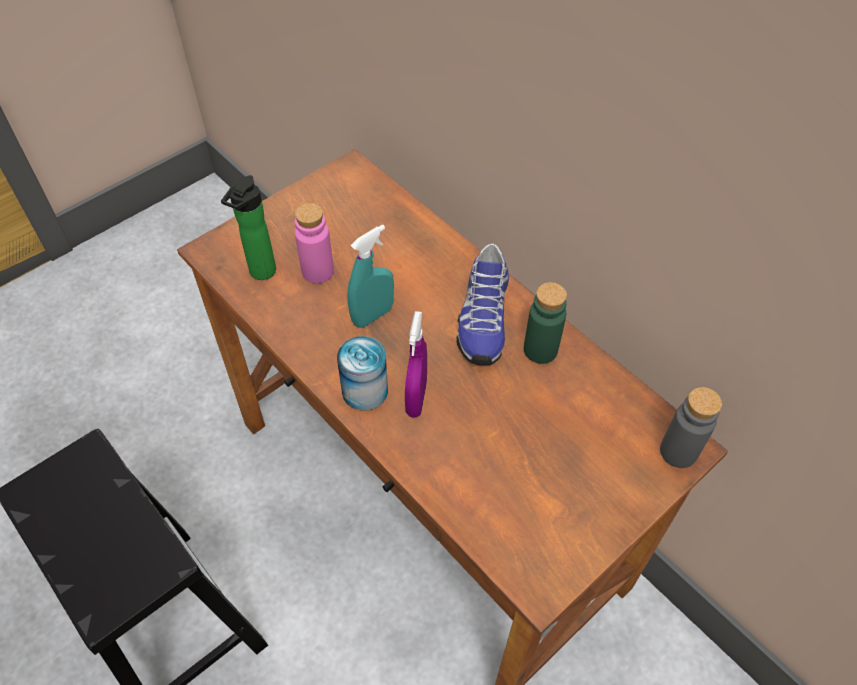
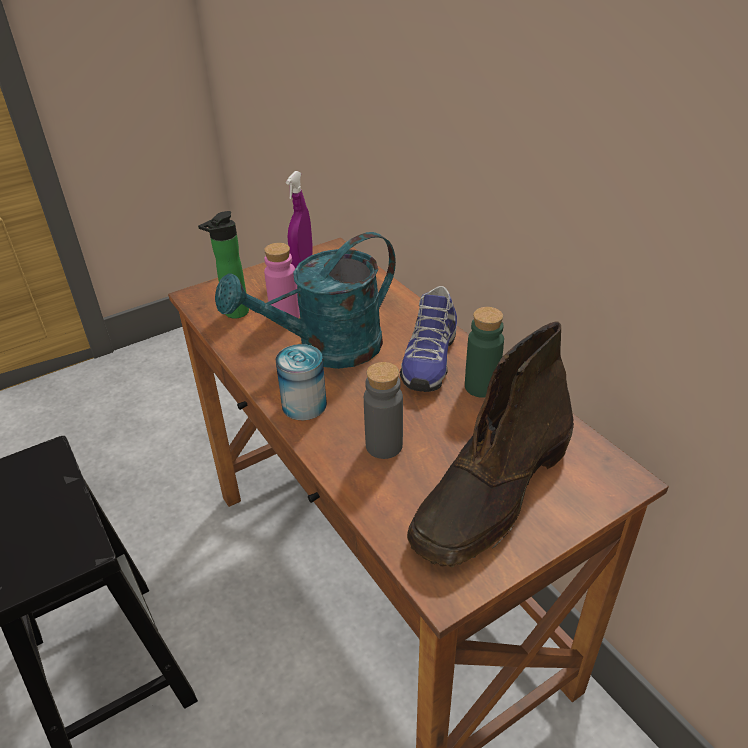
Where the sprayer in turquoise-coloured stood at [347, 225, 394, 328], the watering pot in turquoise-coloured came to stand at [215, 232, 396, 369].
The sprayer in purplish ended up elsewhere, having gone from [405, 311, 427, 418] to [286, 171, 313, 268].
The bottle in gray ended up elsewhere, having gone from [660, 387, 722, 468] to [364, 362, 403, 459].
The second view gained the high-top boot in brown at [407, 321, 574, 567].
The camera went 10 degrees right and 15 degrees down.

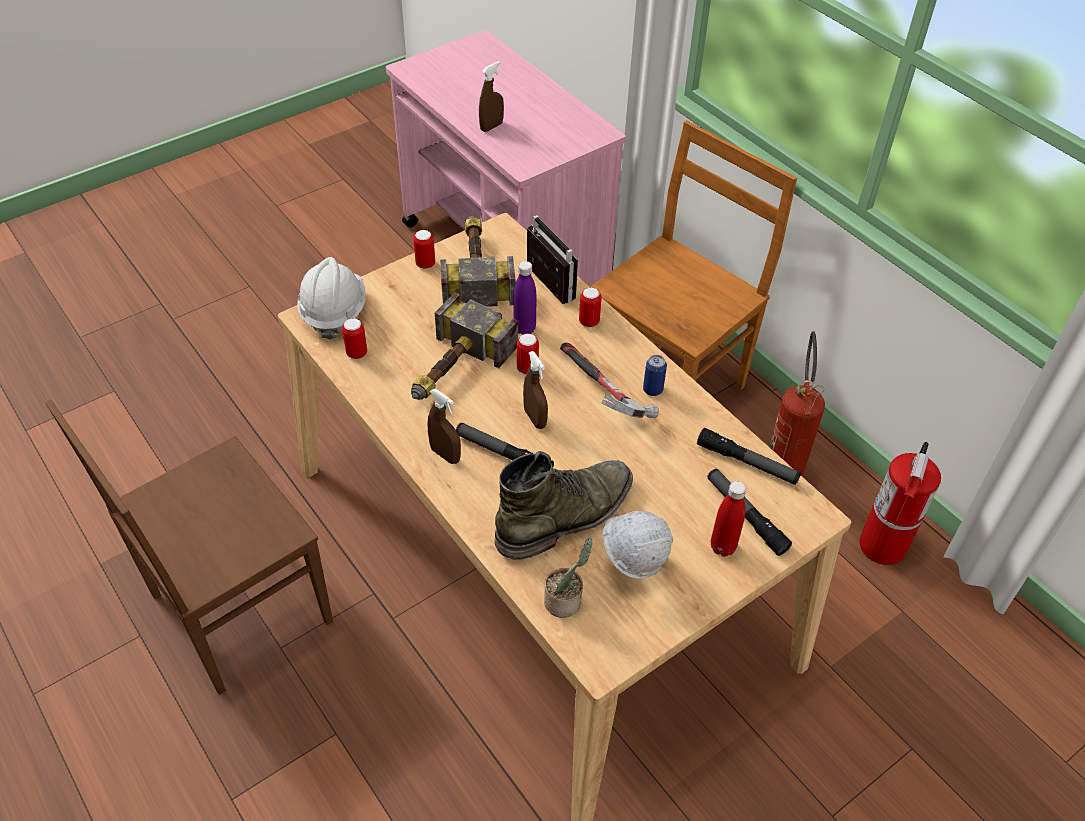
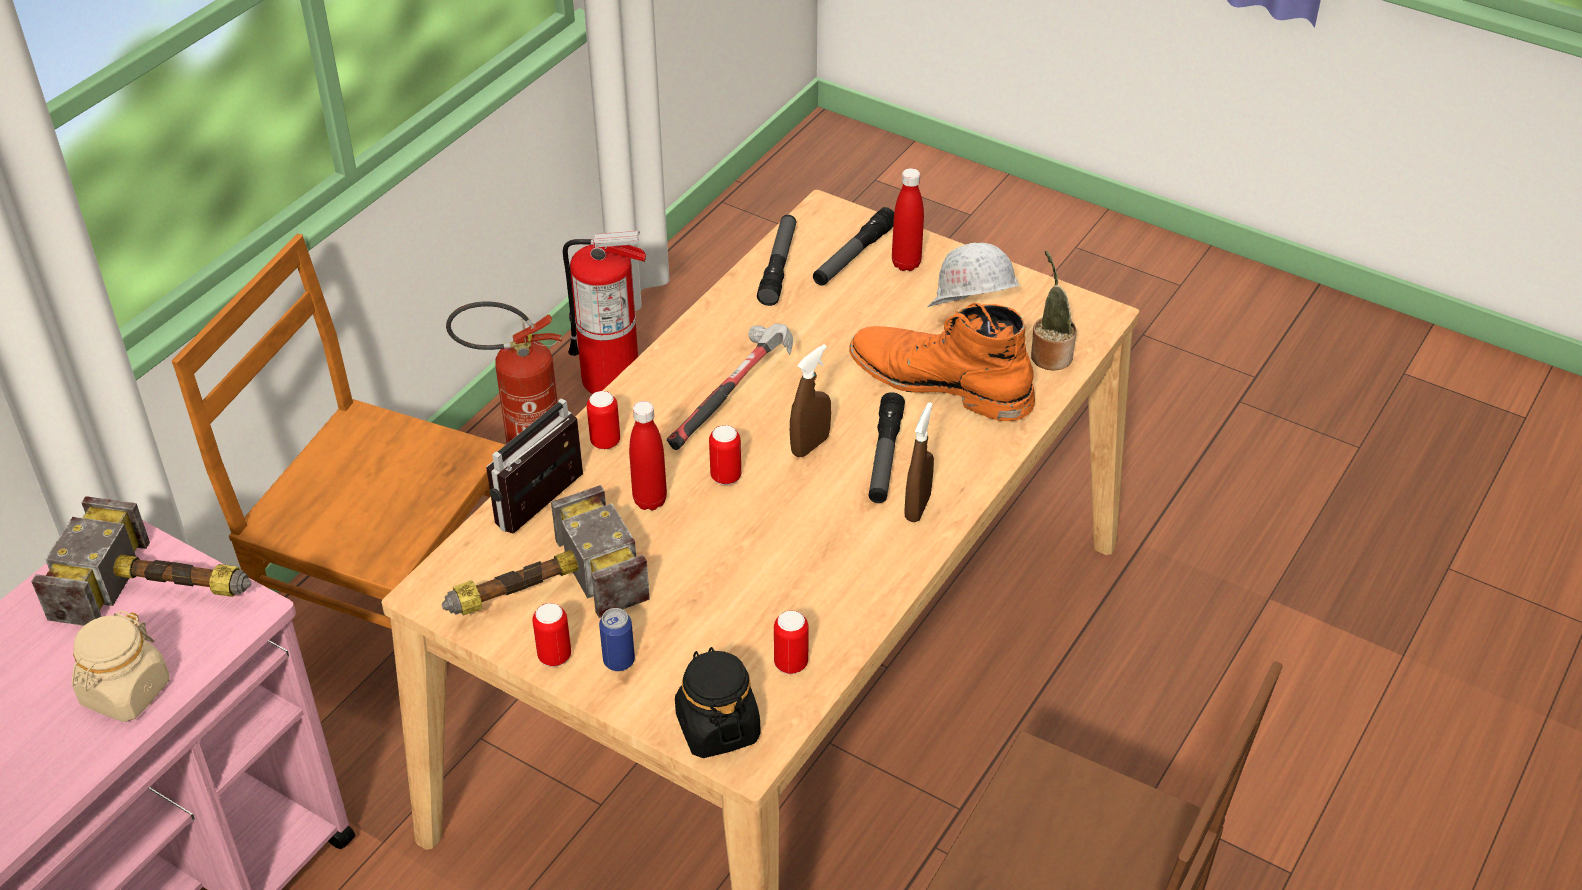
Where the hard hat in white stood at [297, 257, 365, 340], the preserve jar in black-coloured came to stand at [675, 647, 761, 758].
The hand hammer ended up elsewhere, having gone from [411, 293, 518, 400] to [31, 496, 251, 626].
Where the sprayer in brown stood at [479, 61, 504, 132], the preserve jar in sand-coloured came to stand at [72, 610, 170, 722].
What was the high-top boot in green-coloured at [495, 451, 633, 560] turned into the high-top boot in orangey at [849, 303, 1035, 421].
What was the bottle in purplish at [513, 261, 536, 335] turned into the bottle in reddish at [629, 401, 667, 511].
The metal can ended up elsewhere, having gone from [643, 355, 667, 396] to [599, 608, 635, 671].
The camera went 110 degrees left and 5 degrees down.

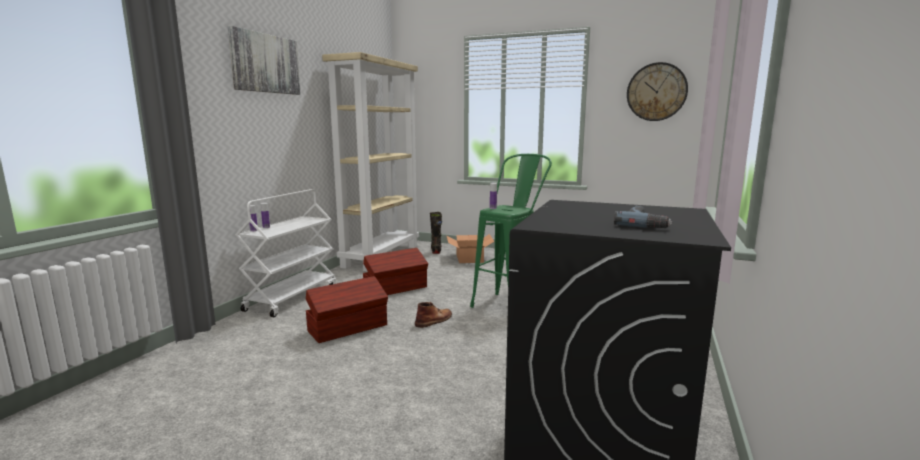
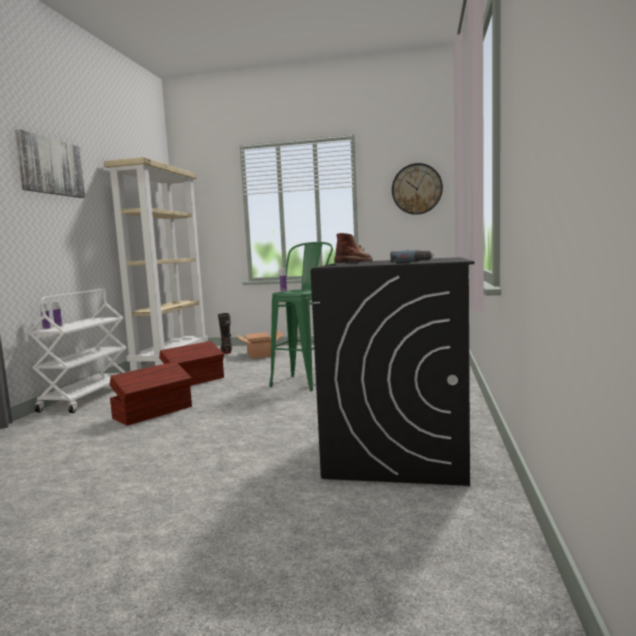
The high-top boot in brown ended up elsewhere, having gone from [415, 302, 452, 328] to [334, 233, 373, 263].
The camera went 10 degrees left and 5 degrees down.

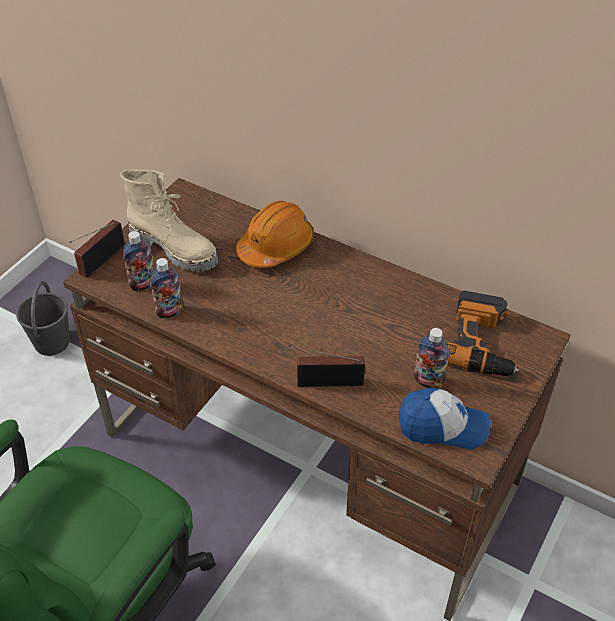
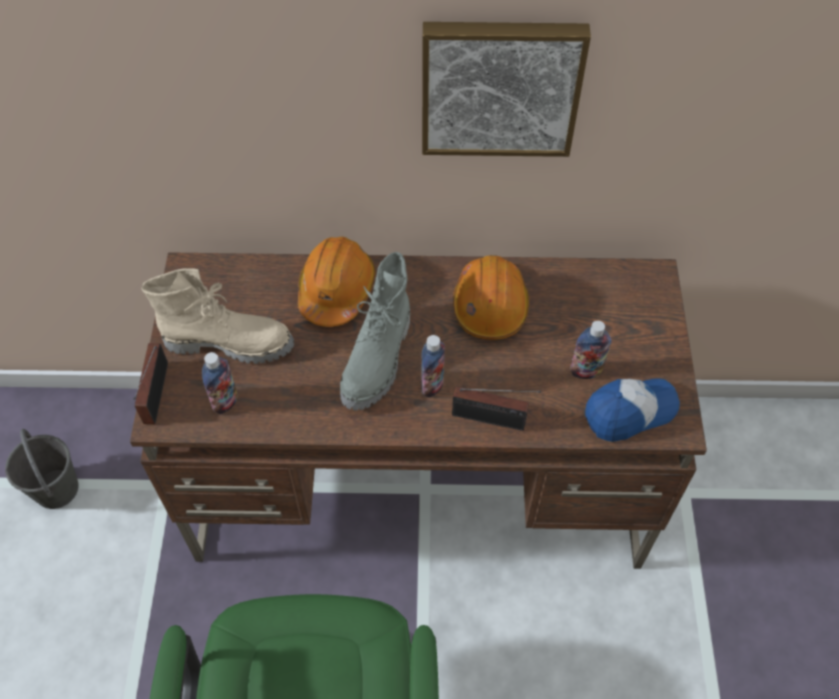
The bottle ended up elsewhere, having gone from [150, 258, 183, 318] to [421, 335, 445, 398].
The radio receiver at [289, 346, 365, 387] ended up facing another way, 135 degrees counterclockwise from before.
The second view lost the electric drill at [447, 291, 519, 376].
The second view gained the high-top boot in gray at [340, 252, 410, 410].
The second view gained the picture at [422, 22, 591, 157].
The second view gained the hard hat in orangey at [453, 255, 529, 340].
The camera went 30 degrees left and 10 degrees up.

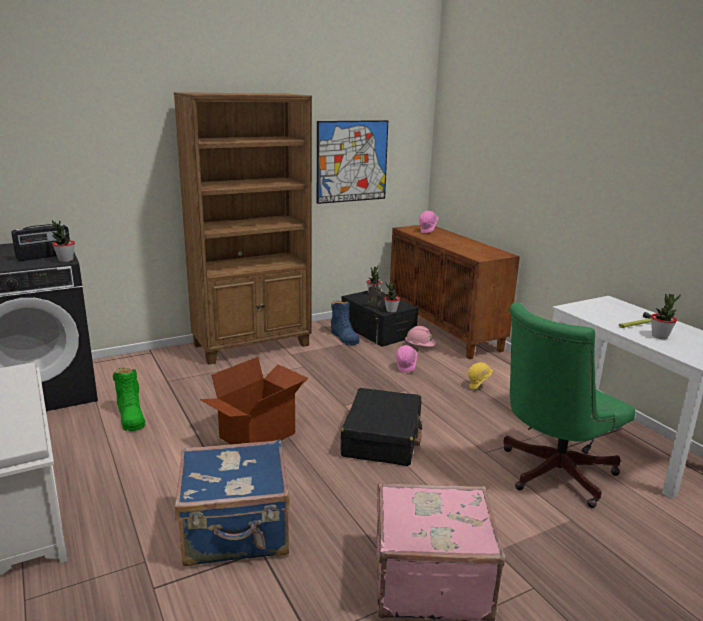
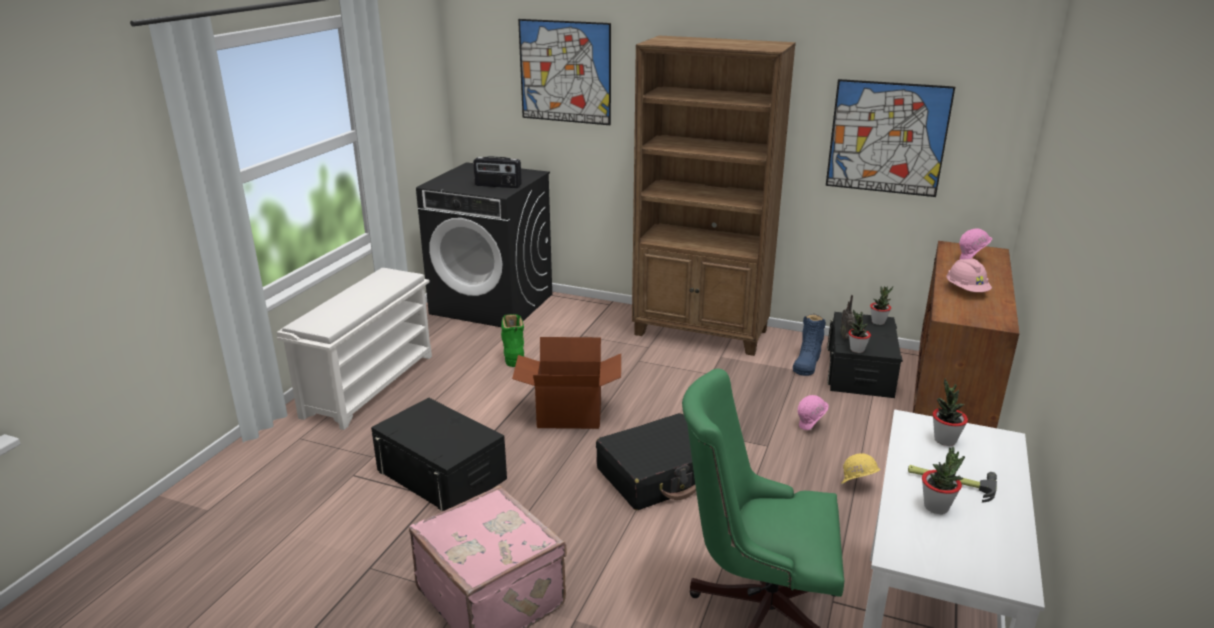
The potted plant ended up elsewhere, having gone from [52, 220, 75, 262] to [933, 379, 968, 446].
The high-top boot in green-coloured at [113, 368, 145, 431] ended up facing another way, 150 degrees clockwise from before.
Where the suitcase in blue stood at [175, 439, 290, 567], the storage box in black-coloured came to stand at [371, 398, 507, 511].
The hard hat in pink ended up elsewhere, having gone from [405, 326, 436, 347] to [946, 258, 992, 292].
The second view gained the picture at [518, 19, 611, 125].
The camera went 50 degrees right and 5 degrees up.

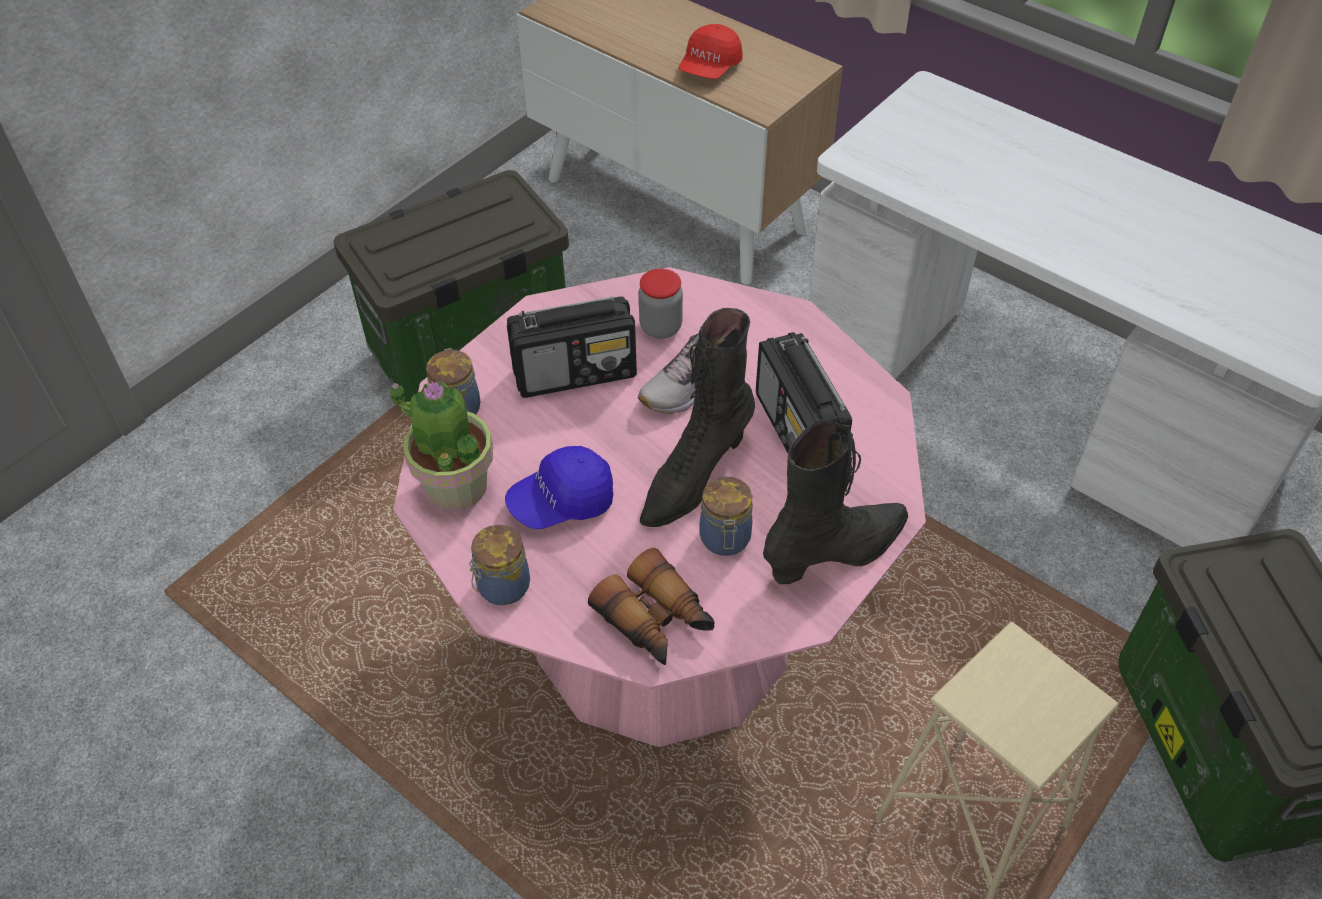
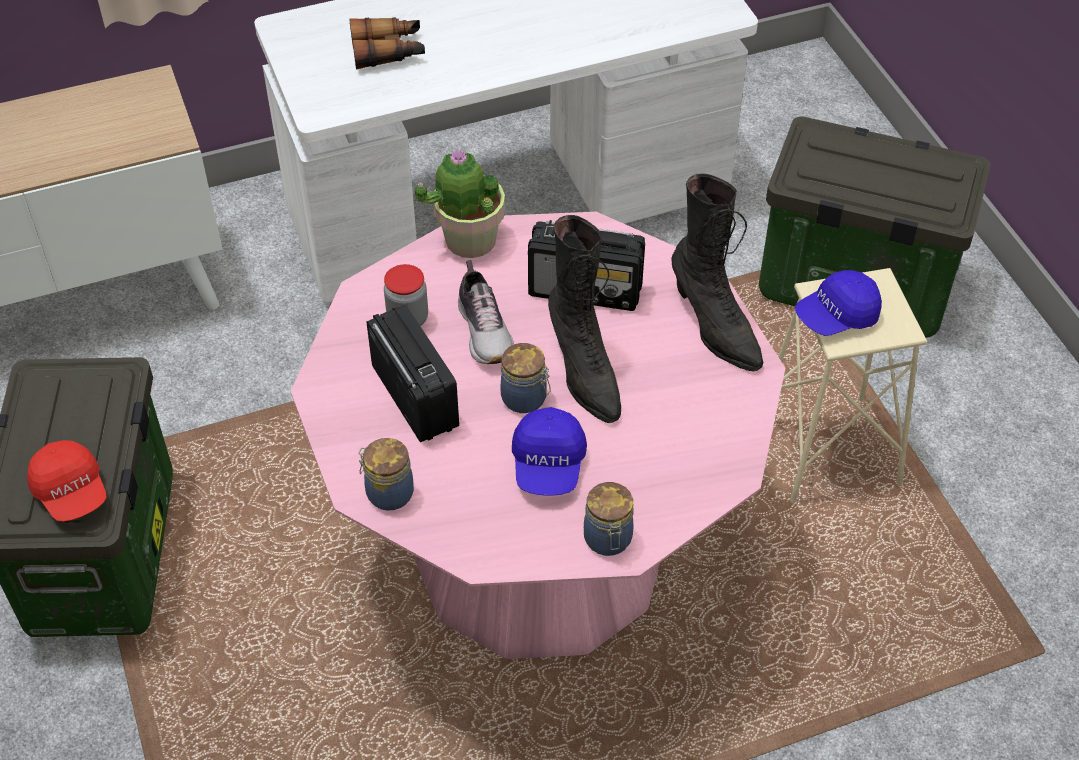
The potted plant ended up elsewhere, having gone from [390, 380, 493, 510] to [415, 150, 505, 258].
The radio receiver at [507, 296, 637, 398] ended up facing another way, 45 degrees counterclockwise from before.
The pair of binoculars ended up elsewhere, having gone from [588, 548, 714, 665] to [349, 17, 425, 70].
The peaked cap in reddish ended up elsewhere, having gone from [679, 24, 743, 79] to [27, 440, 107, 522].
The preserve jar ended up elsewhere, having gone from [699, 477, 753, 556] to [500, 343, 551, 413].
The high-top boot in black-coloured at [763, 420, 908, 584] ended up facing another way, 150 degrees clockwise from before.
The second view gained the peaked cap in blue at [795, 270, 882, 336].
The camera went 60 degrees left and 0 degrees up.

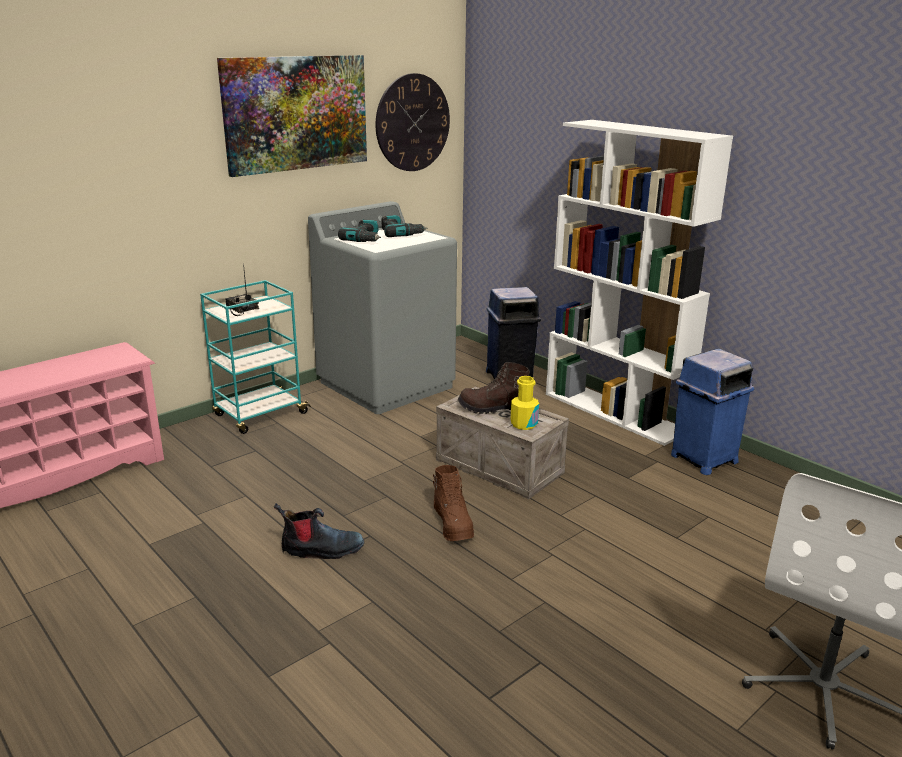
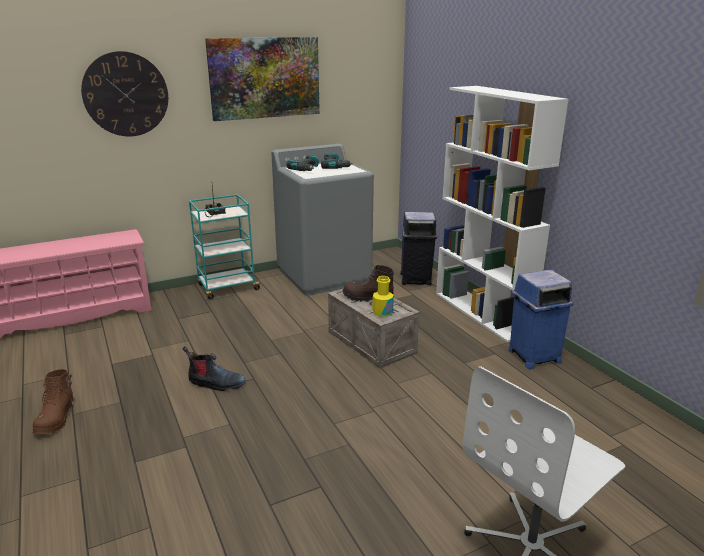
The hanging clock ended up elsewhere, having gone from [375, 73, 450, 171] to [81, 51, 168, 136].
The high-top boot in brown ended up elsewhere, having gone from [433, 465, 474, 541] to [33, 369, 74, 434].
The camera went 15 degrees right and 0 degrees up.

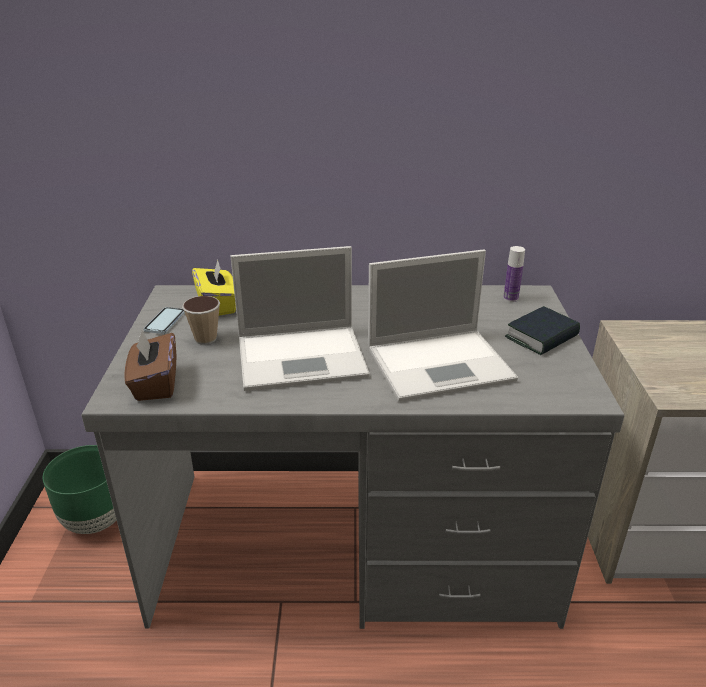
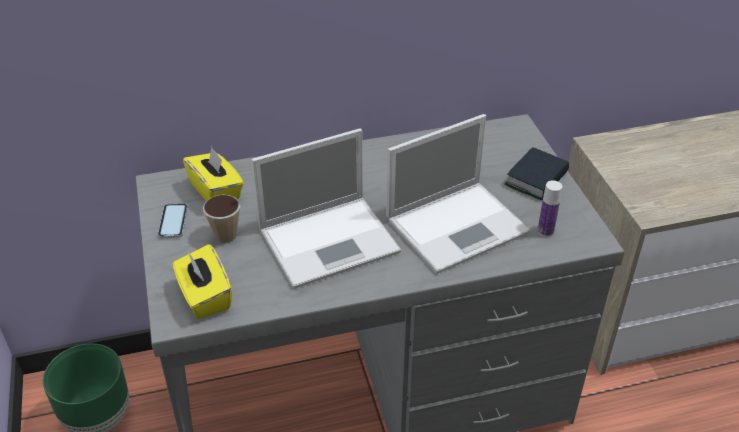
What was the tissue holder in brown at [124, 330, 176, 401] turned into the tissue holder in yellow-coloured at [173, 244, 232, 319].
The bottle ended up elsewhere, having gone from [503, 246, 525, 302] to [538, 180, 562, 237].
The camera went 15 degrees left and 10 degrees up.

